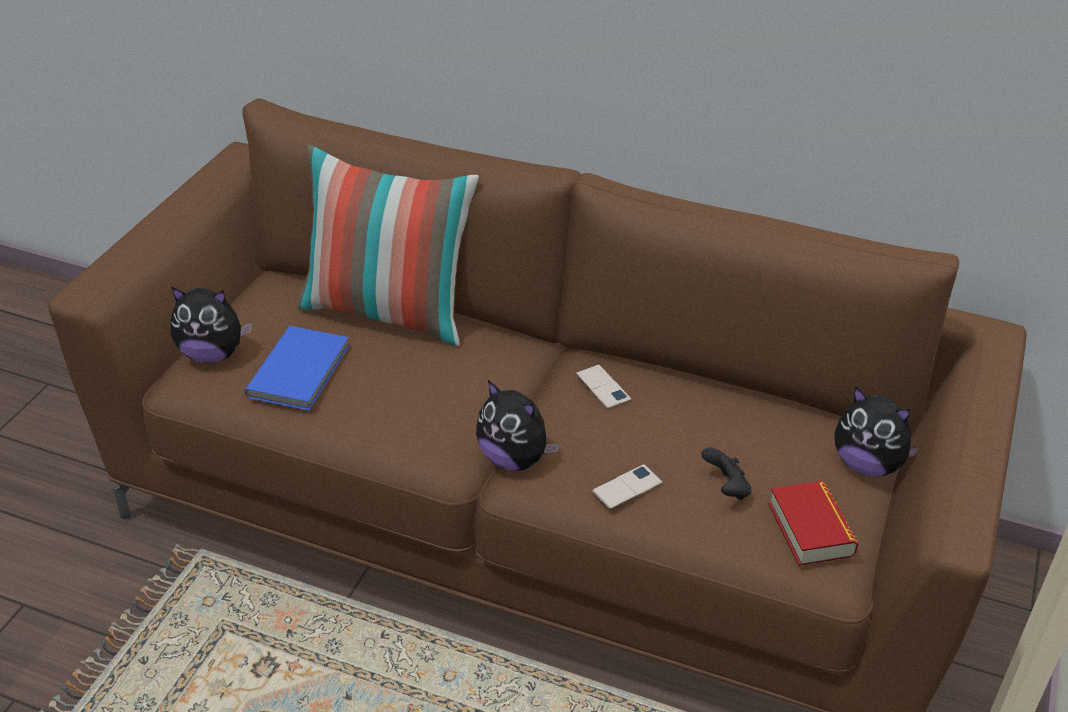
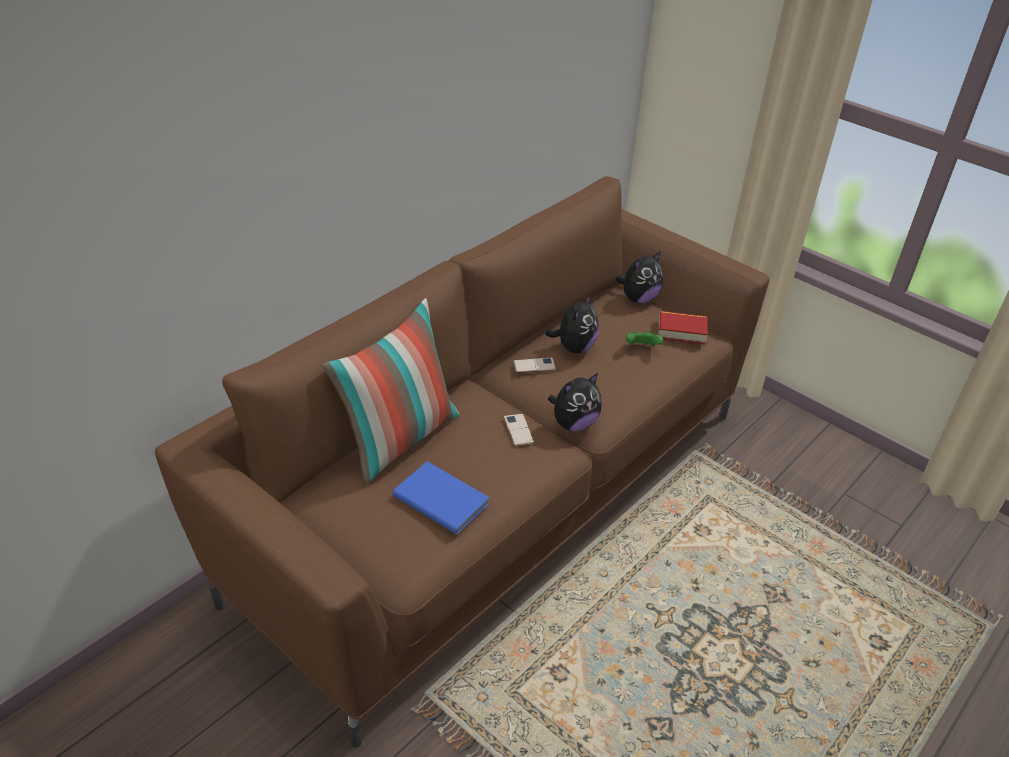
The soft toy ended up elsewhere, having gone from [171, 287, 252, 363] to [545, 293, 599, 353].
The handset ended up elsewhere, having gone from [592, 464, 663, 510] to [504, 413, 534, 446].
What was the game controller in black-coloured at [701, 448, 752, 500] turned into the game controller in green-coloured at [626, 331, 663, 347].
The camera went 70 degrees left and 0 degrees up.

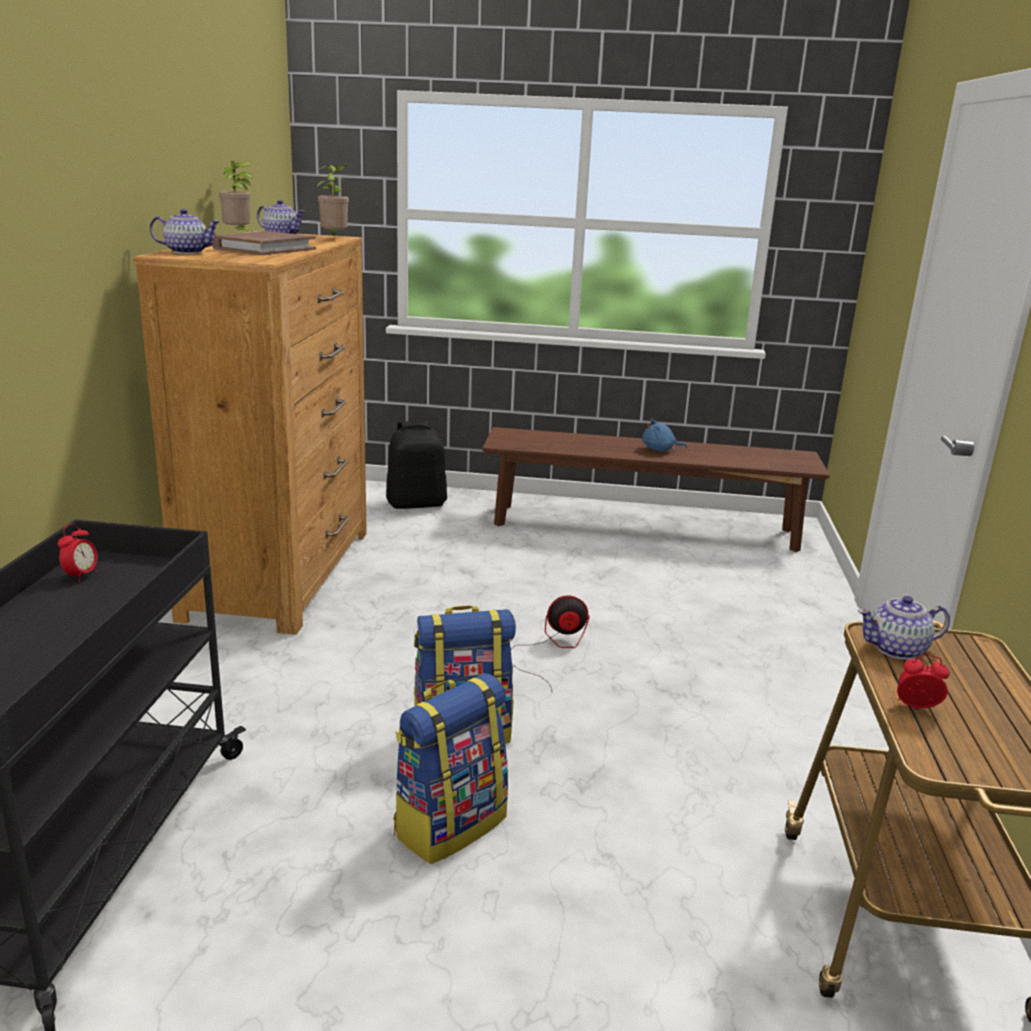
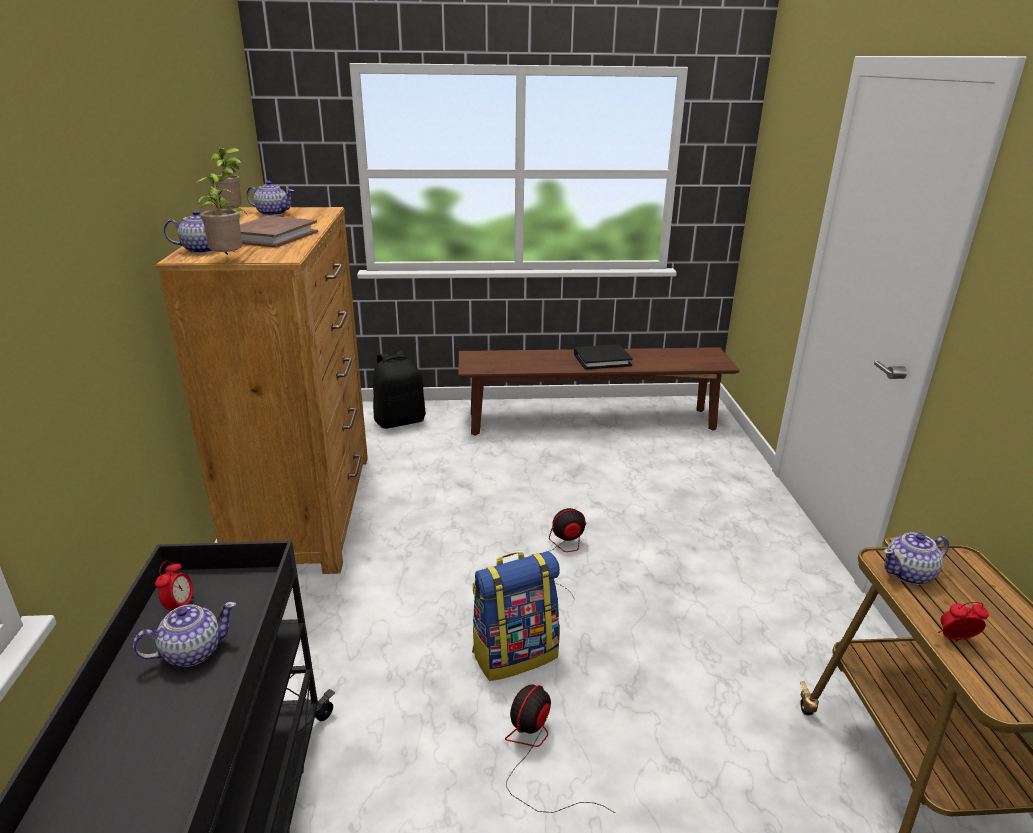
The potted plant ended up elsewhere, having gone from [317, 165, 349, 237] to [196, 173, 242, 255].
Where the knapsack stood at [393, 673, 508, 864], the cooling fan came to stand at [505, 685, 615, 813].
Where the soft toy in blue stood at [643, 418, 687, 451], the book in black-coloured came to stand at [574, 344, 633, 370].
The second view gained the tea pot at [133, 602, 236, 667].
The camera went 10 degrees left and 5 degrees up.

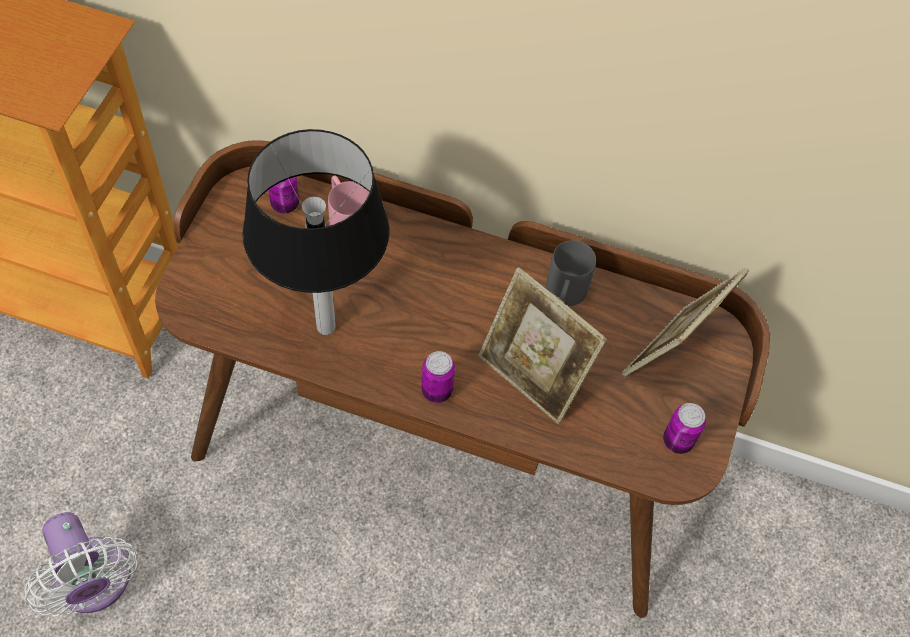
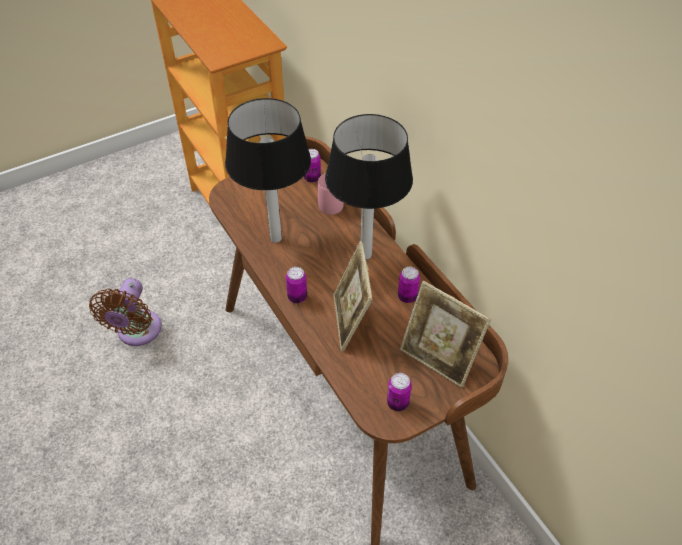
What was the cooling fan in white at [24, 512, 138, 616] turned into the cooling fan in brown at [89, 278, 161, 346].
Where the tea mug in gray stood at [546, 240, 596, 306], the metal can came to stand at [398, 267, 420, 303].
The standing frame at [622, 267, 749, 376] ended up facing another way, 135 degrees counterclockwise from before.
The second view gained the lamp for a table at [325, 114, 413, 260].
The camera went 45 degrees right and 10 degrees down.

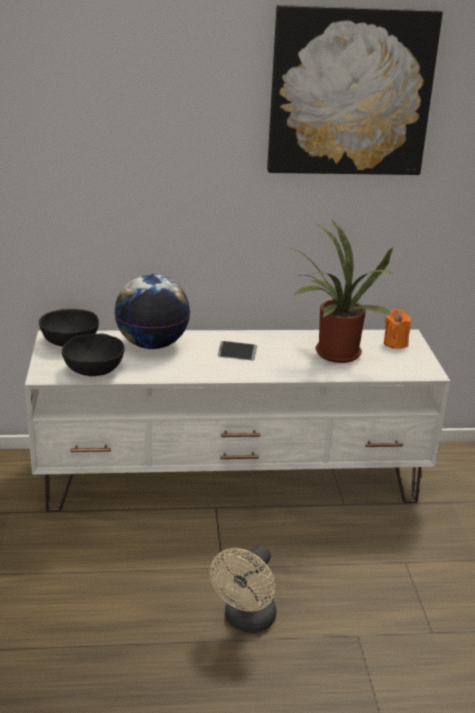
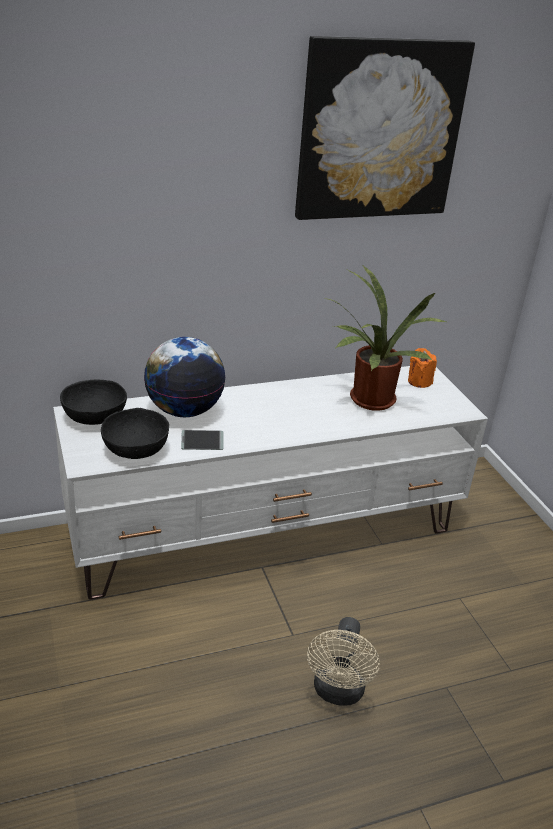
The handset ended up elsewhere, having gone from [218, 341, 257, 360] to [181, 430, 223, 450].
The camera went 15 degrees left and 5 degrees up.

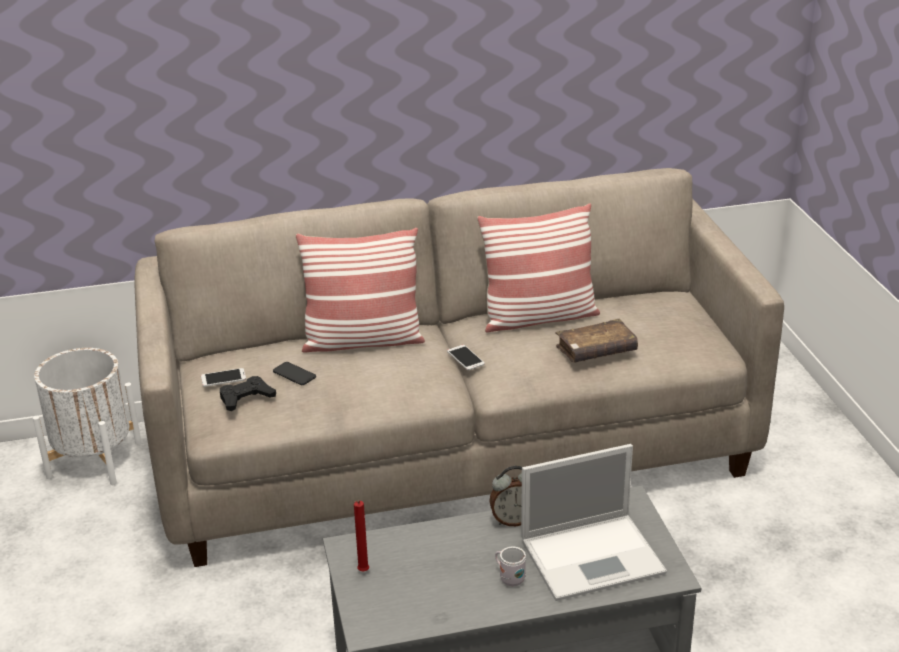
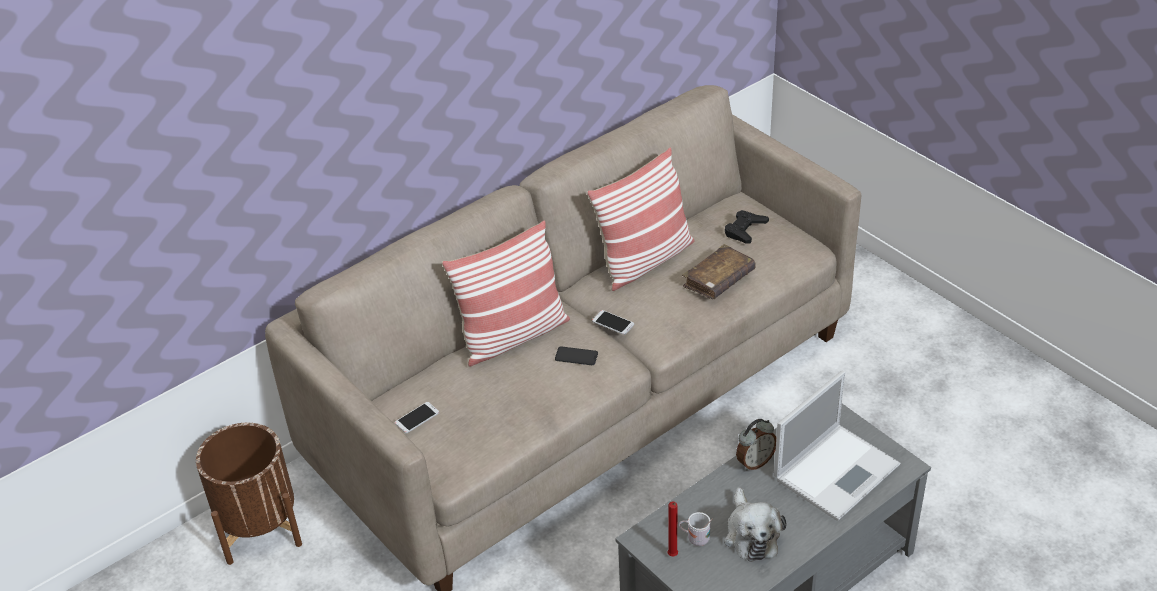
What was the planter in white at [33, 348, 142, 485] turned into the planter in brown at [196, 423, 302, 565].
The game controller in black-coloured ended up elsewhere, having gone from [220, 376, 276, 411] to [725, 210, 769, 244].
The handset ended up elsewhere, having gone from [273, 362, 316, 385] to [555, 346, 598, 365].
The tea mug in white ended up elsewhere, having gone from [495, 546, 526, 586] to [679, 512, 713, 546].
The second view gained the soft toy at [724, 487, 786, 562].
The camera went 25 degrees left and 10 degrees up.

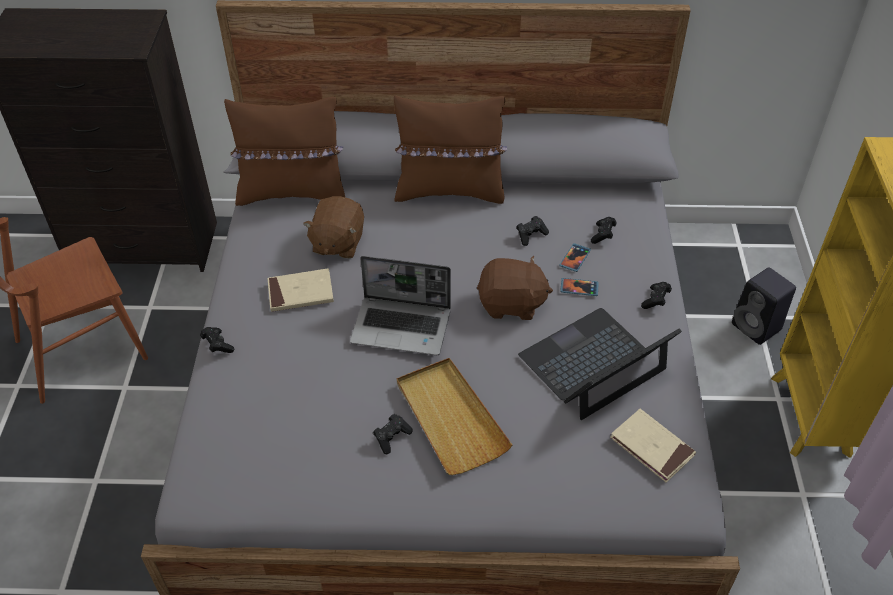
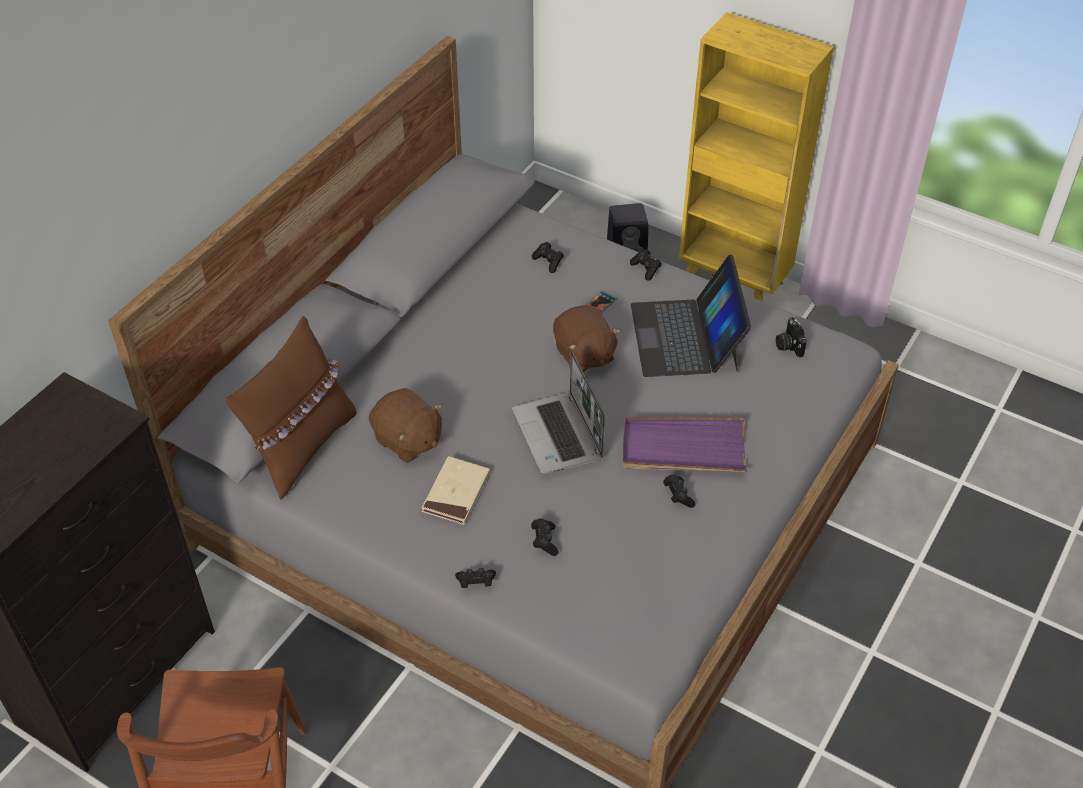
The portable computer at [350, 256, 451, 355] ended up facing another way, 120 degrees clockwise from before.
The second view lost the pillow in brown at [394, 95, 507, 204].
What was the tray in sand-coloured at [397, 358, 512, 475] turned into the tray in purplish at [623, 417, 747, 472].
The soft toy in brown at [477, 256, 553, 320] ended up facing another way, 120 degrees clockwise from before.
The game controller in black-coloured ended up elsewhere, having gone from [516, 216, 549, 246] to [531, 518, 559, 556].
The second view lost the handset at [559, 243, 591, 272].
Where the book in sand-coloured stood at [610, 409, 696, 482], the still camera came to stand at [776, 317, 807, 357].
The camera went 60 degrees left and 0 degrees up.

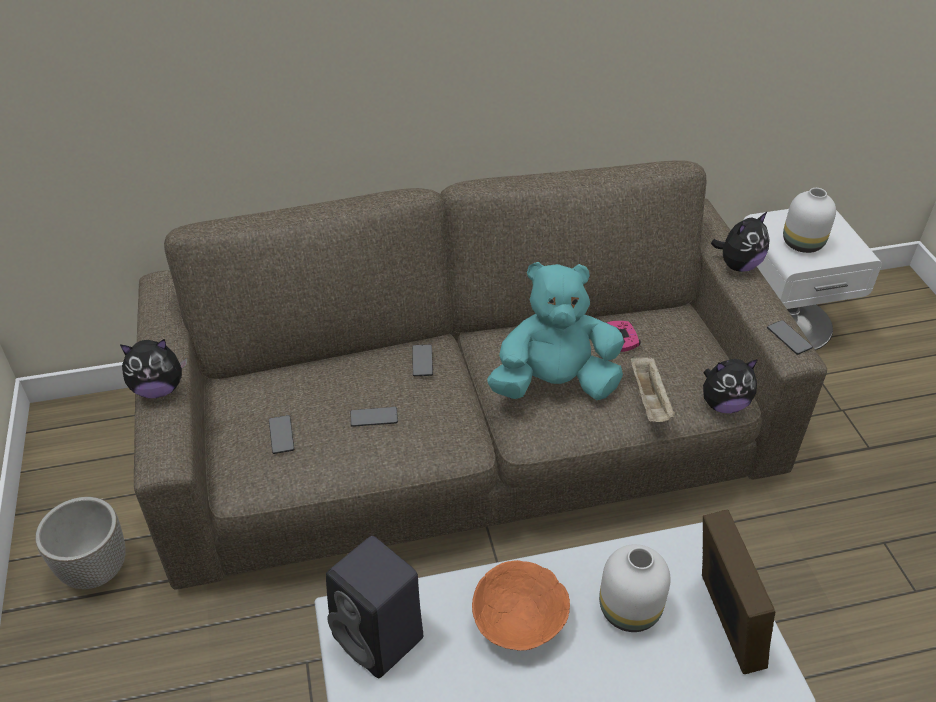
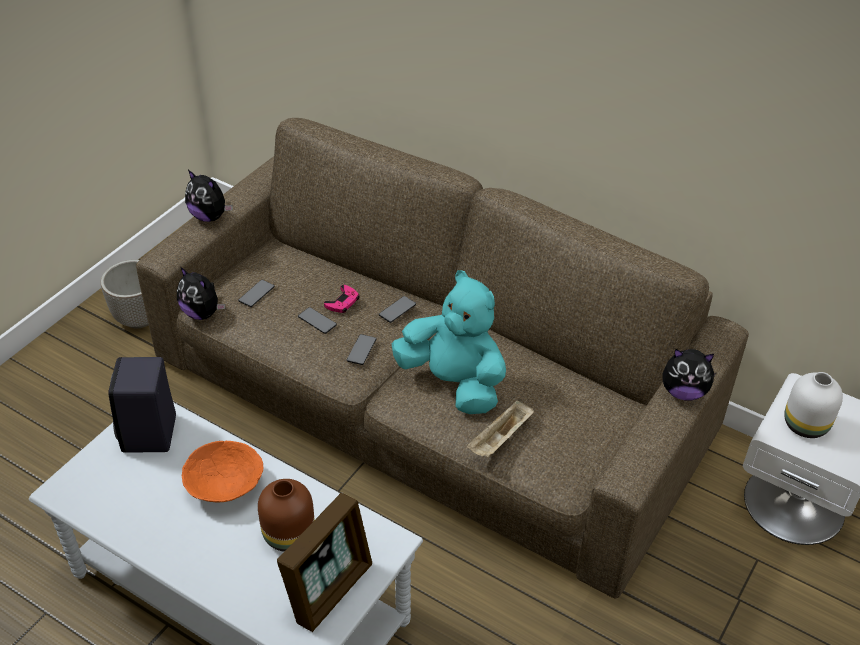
What was the flower vase in white at [599, 544, 671, 632] turned into the flower vase in brown at [258, 479, 315, 552].
The game controller in pink ended up elsewhere, having gone from [607, 321, 641, 352] to [324, 285, 359, 313].
The soft toy ended up elsewhere, having gone from [703, 359, 758, 413] to [177, 267, 225, 320].
The handset ended up elsewhere, having gone from [767, 320, 813, 355] to [347, 334, 376, 365].
The camera went 45 degrees right and 0 degrees up.

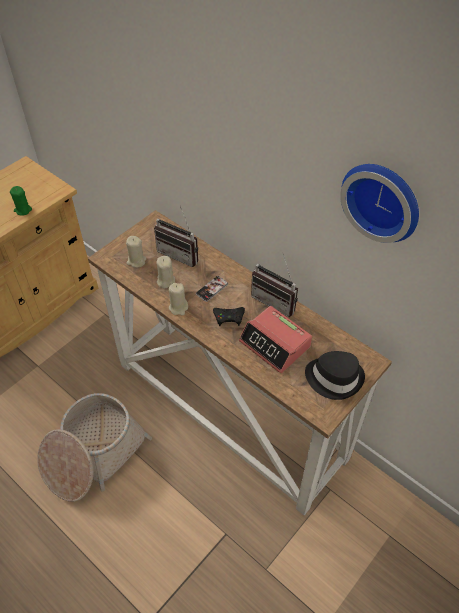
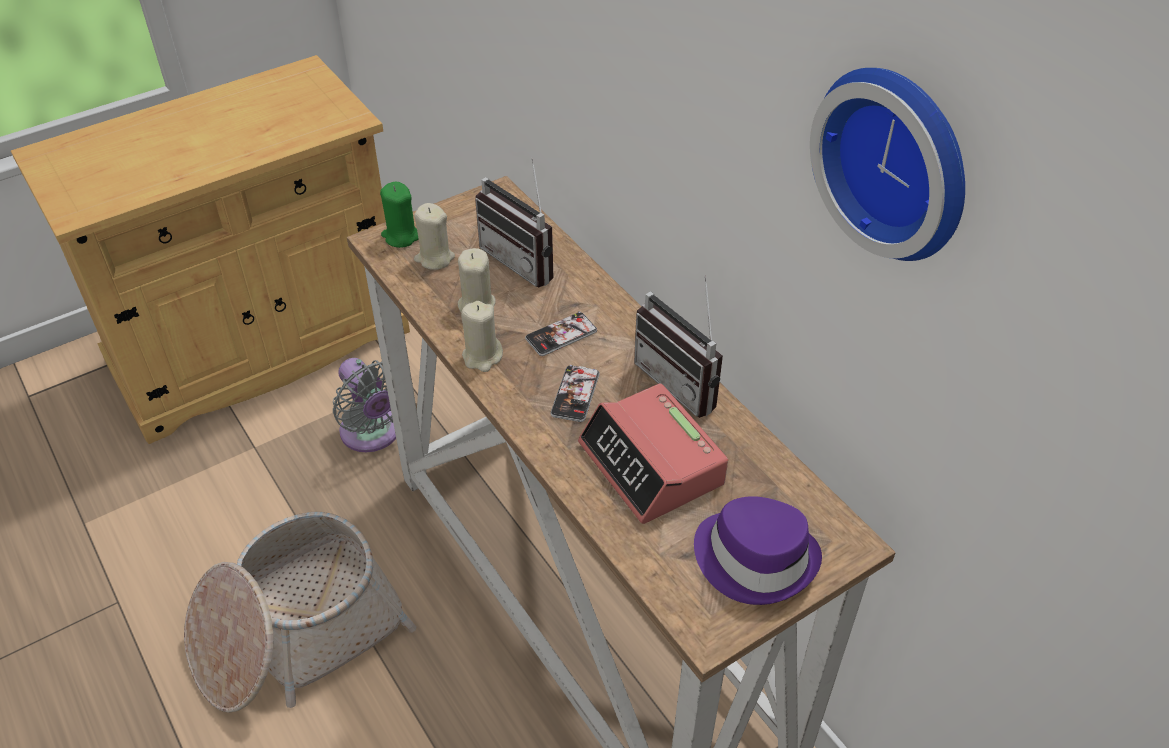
The wax light in green-coloured ended up elsewhere, having gone from [10, 186, 32, 216] to [380, 182, 418, 248].
Where the game controller in black-coloured stood at [213, 307, 245, 326], the handset came to stand at [550, 365, 600, 422].
What was the wearable hat in black-coloured at [305, 351, 365, 400] turned into the wearable hat in purplish at [694, 496, 822, 605].
The second view gained the cooling fan in gray at [333, 358, 413, 452].
The camera went 15 degrees right and 5 degrees down.

